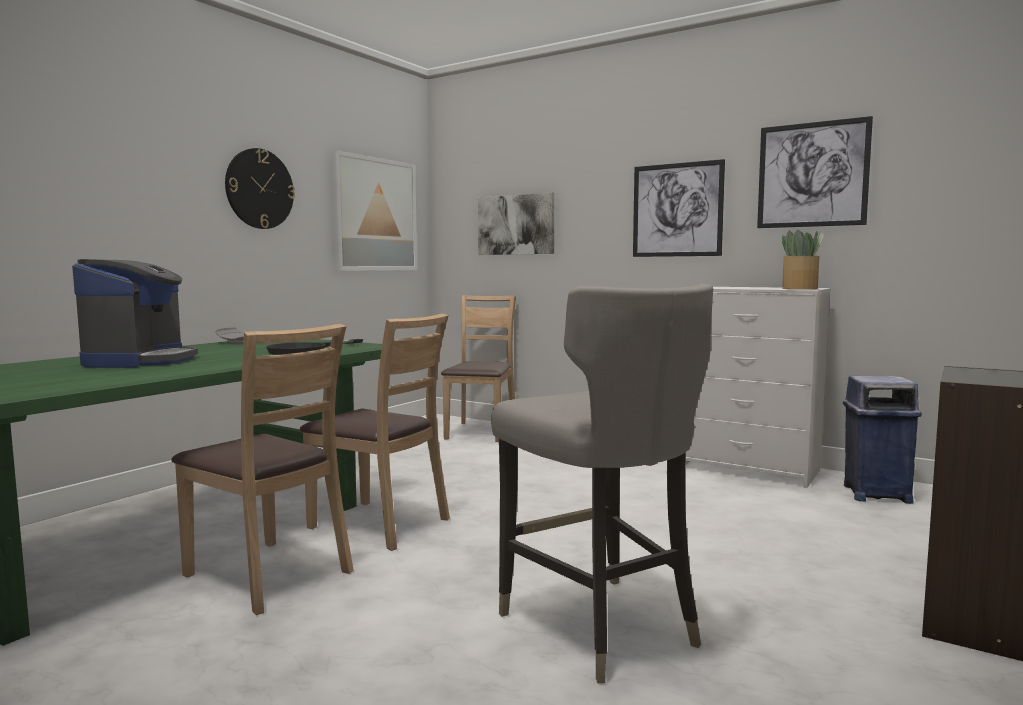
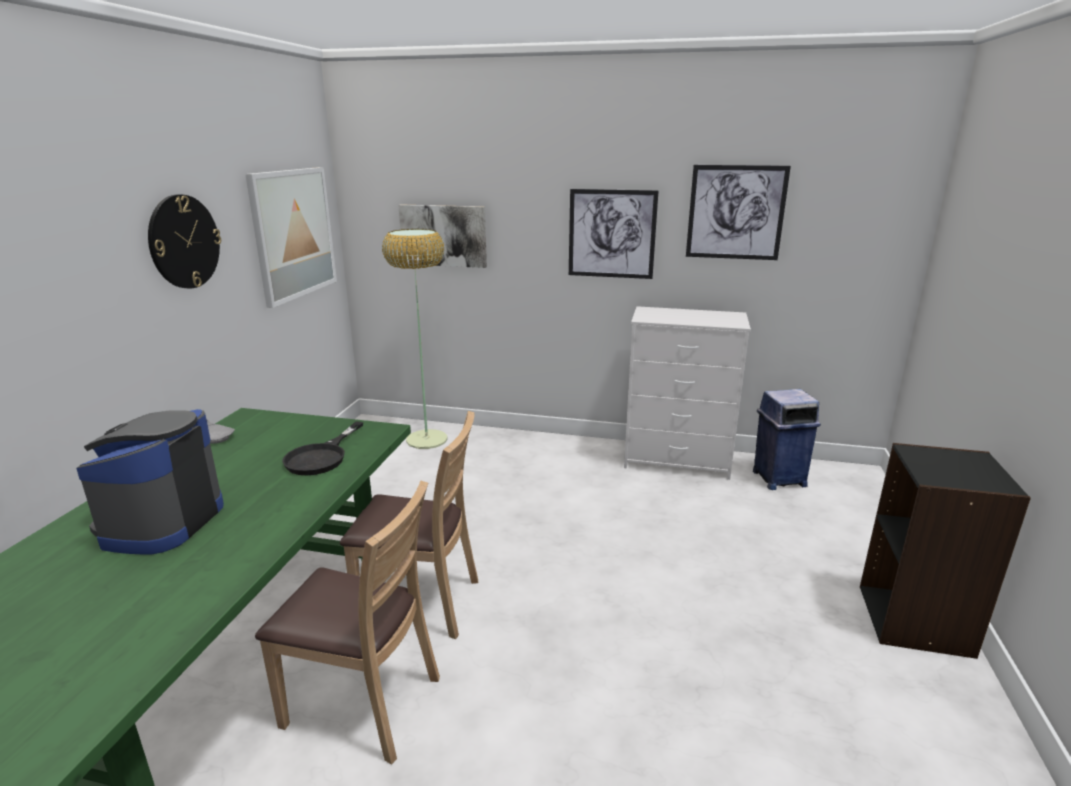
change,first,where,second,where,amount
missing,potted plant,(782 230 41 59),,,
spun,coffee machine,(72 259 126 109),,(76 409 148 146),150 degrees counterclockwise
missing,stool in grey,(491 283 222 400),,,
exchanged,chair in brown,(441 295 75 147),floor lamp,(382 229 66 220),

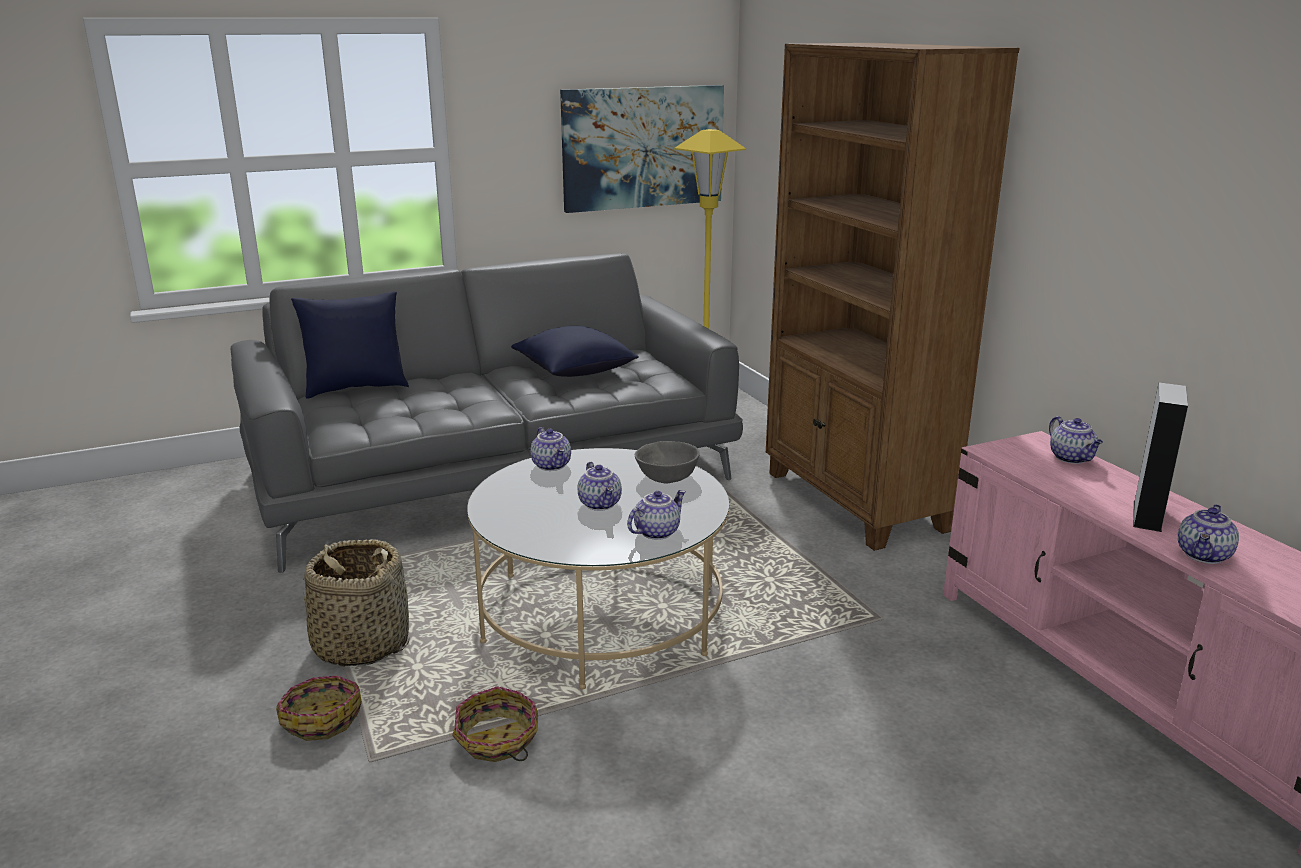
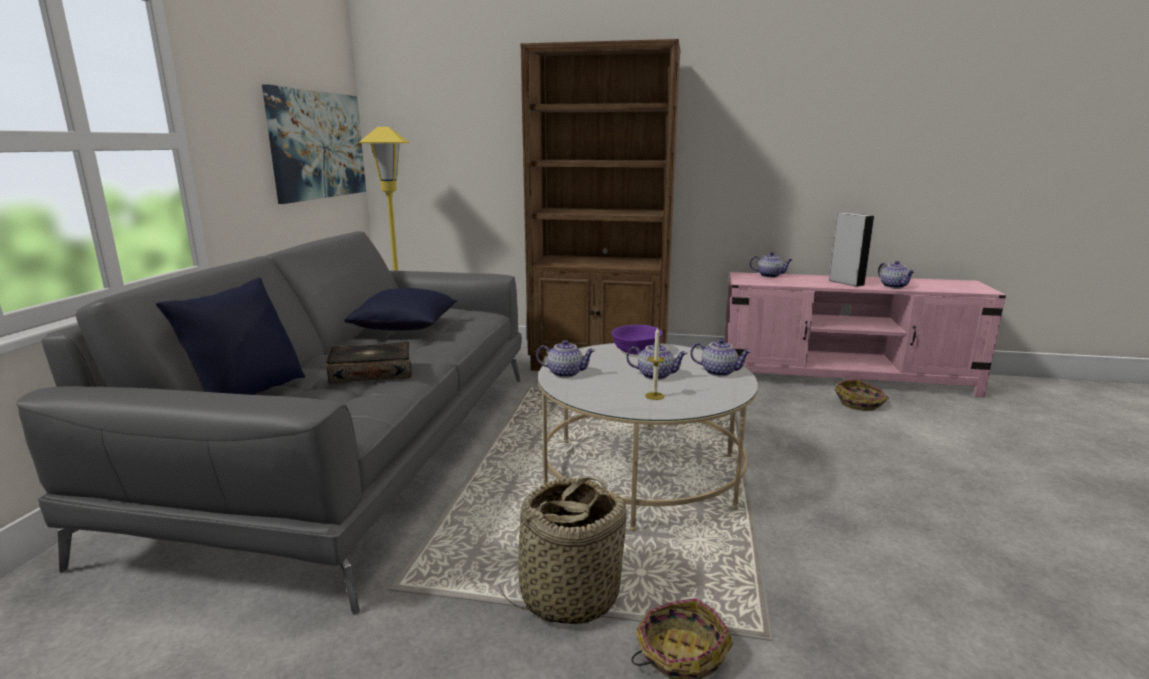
change,first,where,second,where,amount
colour,bowl in grey,(635 441 65 42),bowl in purple,(612 325 50 30),
spun,teapot,(627 490 59 50),,(690 339 62 37),120 degrees clockwise
relocated,basket,(452 686 86 76),,(834 379 55 32),
appeared,,,candle,(645 327 20 73),
appeared,,,book,(326 342 86 41),

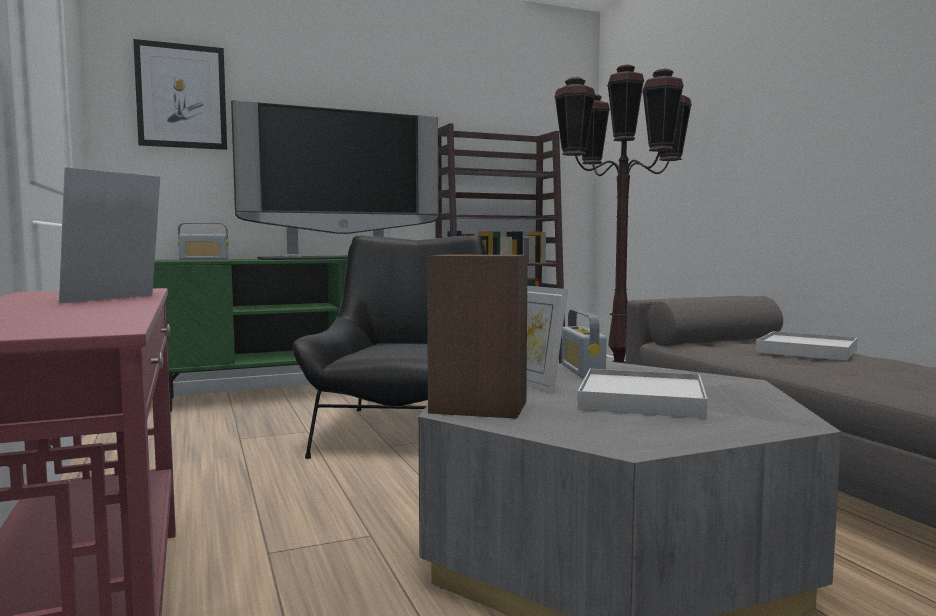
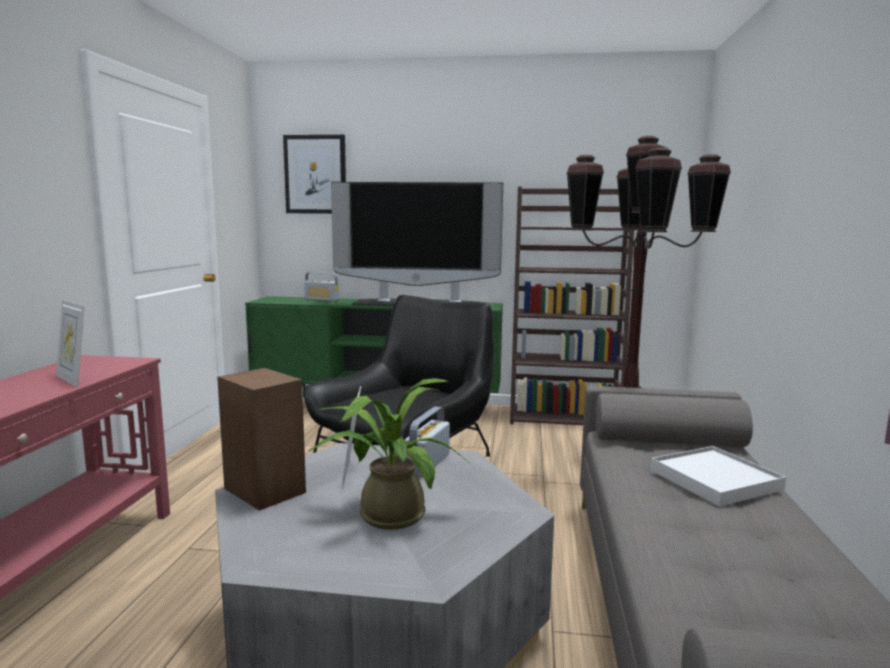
change,first,where,second,where,amount
spun,picture frame,(59 167 101 136),,(56 300 29 87),105 degrees counterclockwise
exchanged,tray in white,(577 369 130 49),potted plant,(308 378 161 152),

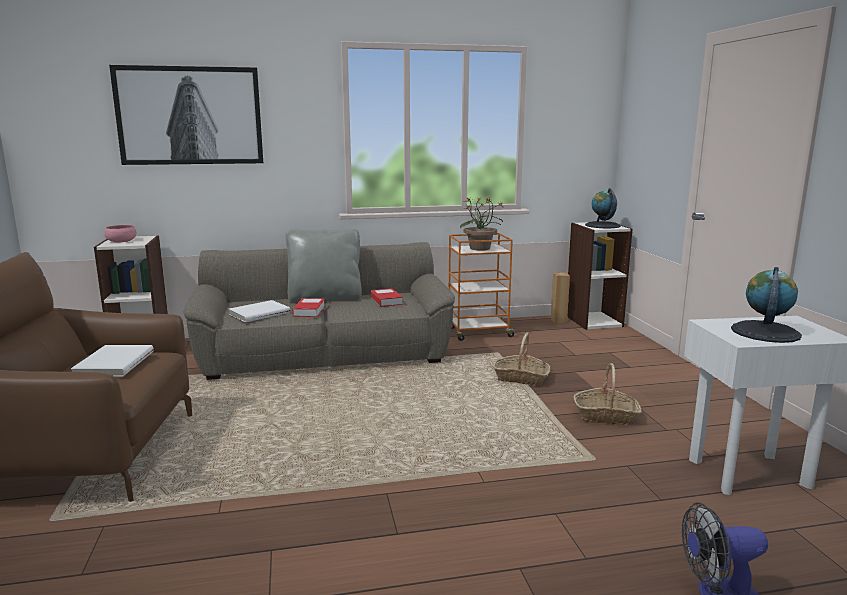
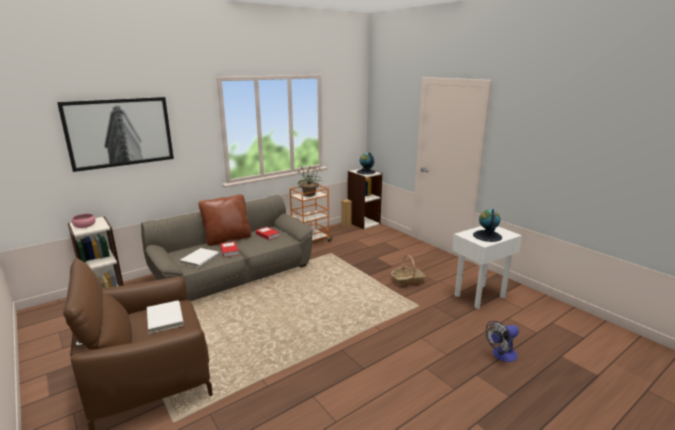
change,first,where,second,where,amount
colour,pillow in grey,(286 228 76 74),pillow in brown,(198 194 53 52),
missing,basket,(493 332 57 54),,,

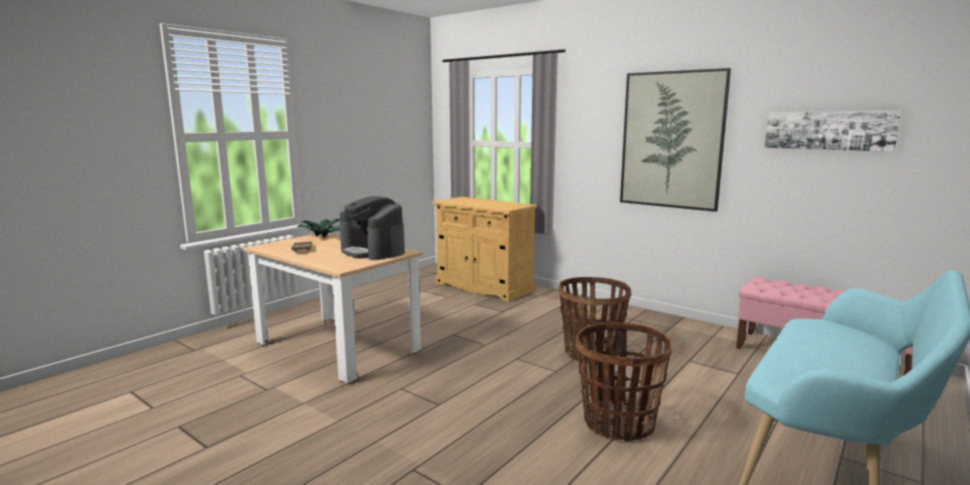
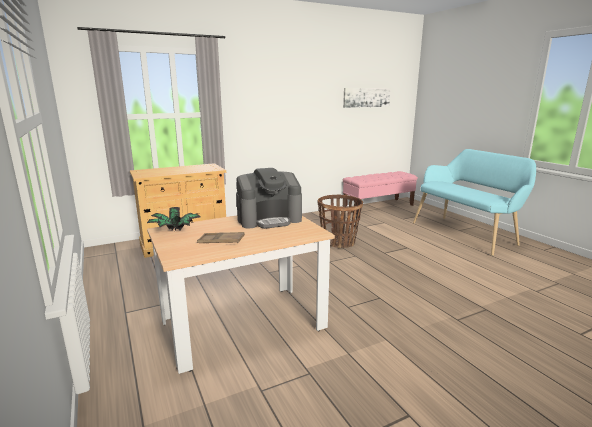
change,first,where,second,where,amount
missing,picture,(620 68 111 144),,,
missing,basket,(576 322 97 120),,,

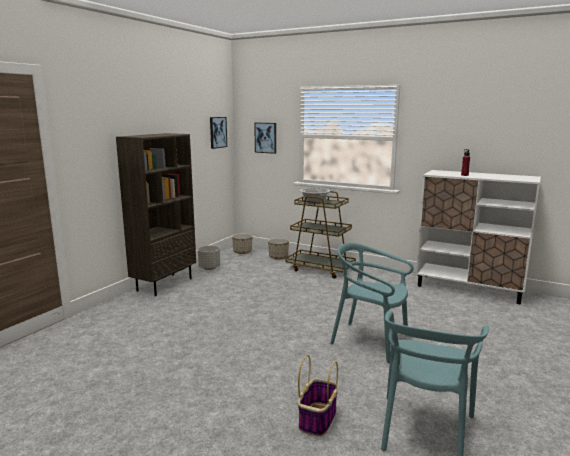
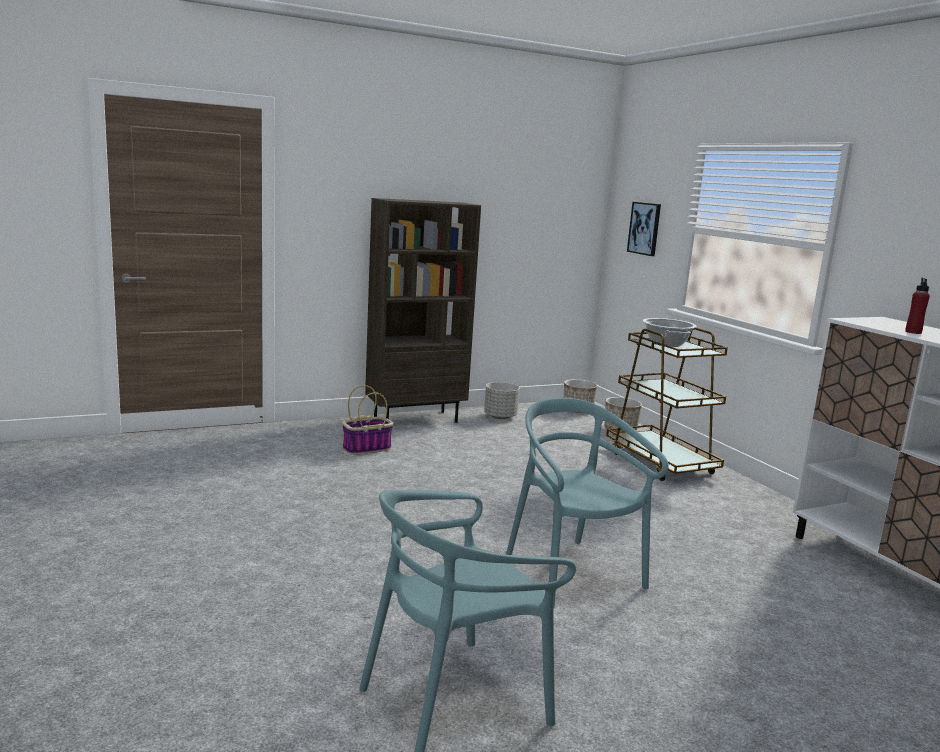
change,first,where,second,where,amount
missing,picture,(210 117 17 32),,,
relocated,basket,(298 355 40 82),,(342 385 51 70),

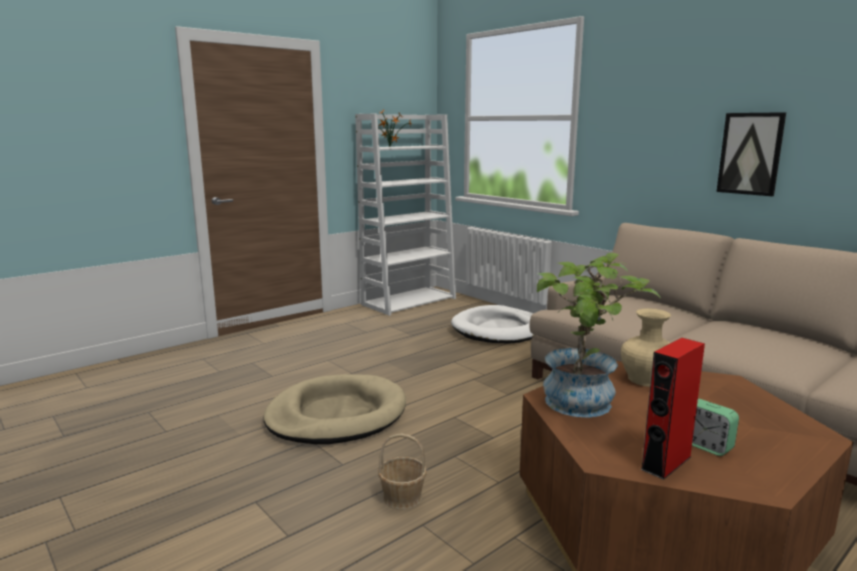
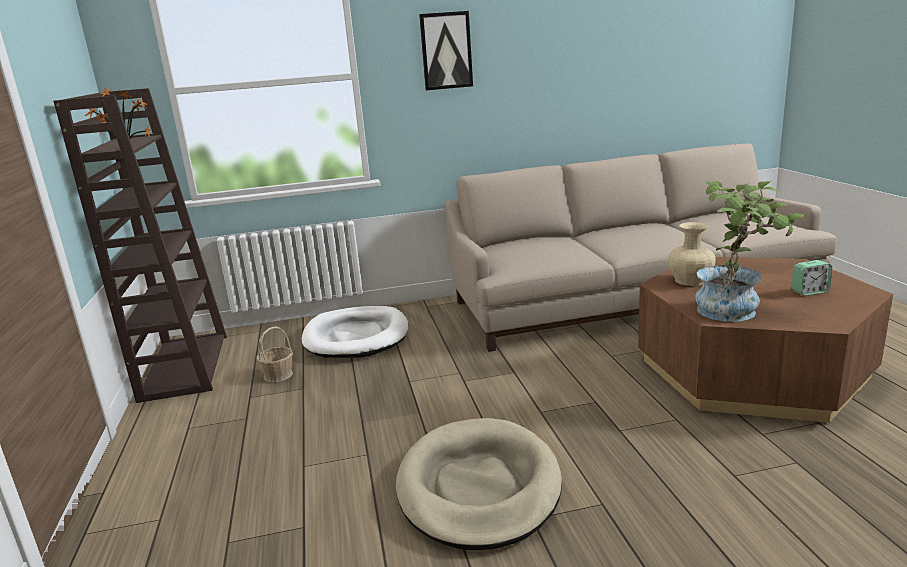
change,first,where,second,where,amount
relocated,picture,(717 112 69 84),,(419 11 54 79),
colour,bookcase in white,(355 114 101 202),bookcase in brown,(53 88 174 315),
missing,speaker in red,(640 338 65 142),,,
relocated,basket,(378 433 49 77),,(256 326 37 56),

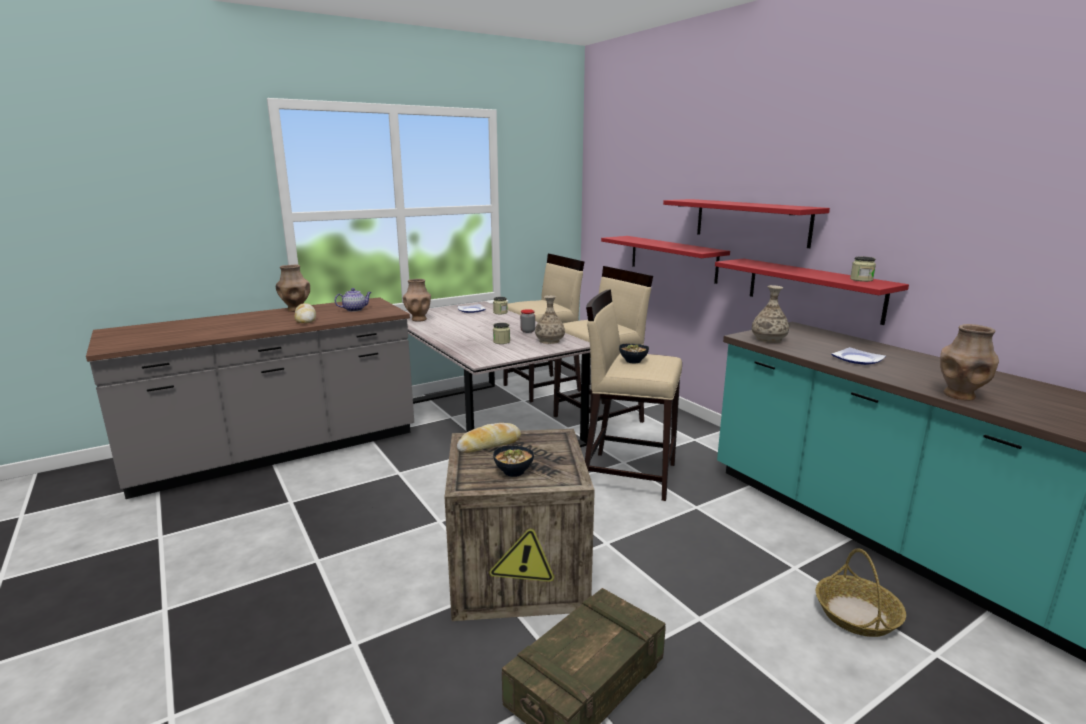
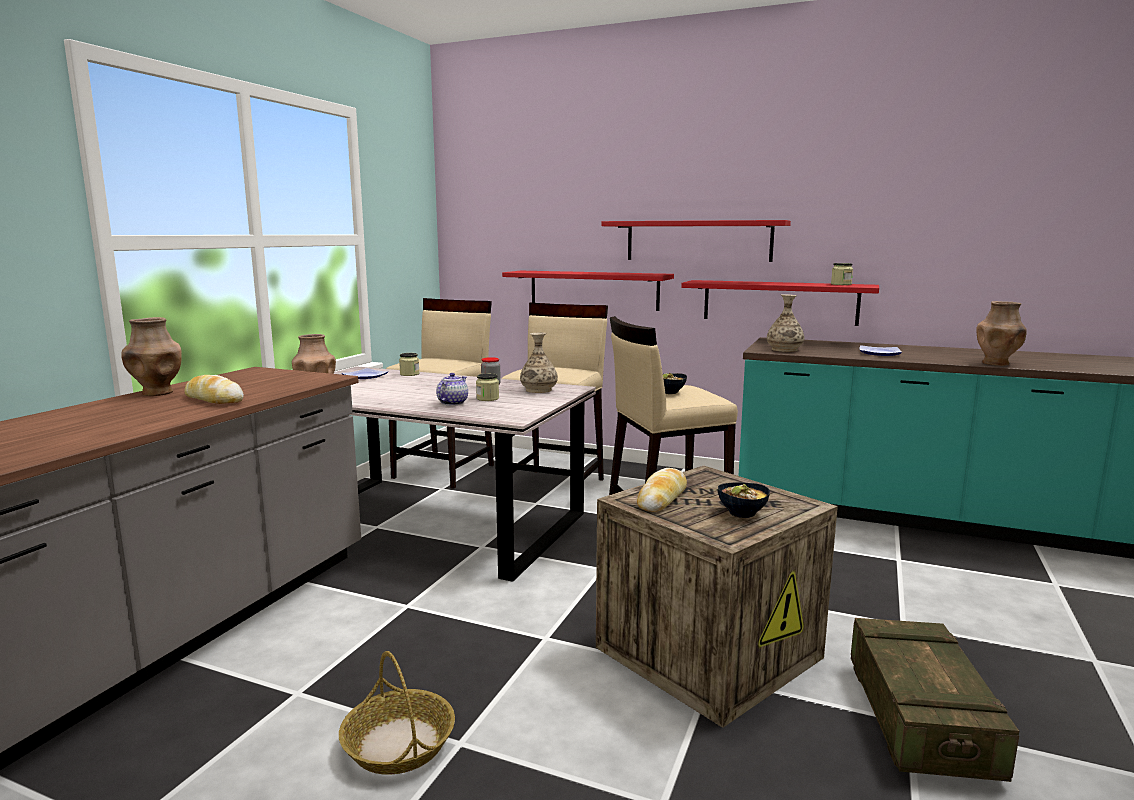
change,first,where,second,where,amount
relocated,teapot,(335 288 37 24),,(436 373 32 33),
relocated,basket,(816 548 90 89),,(339 651 116 124),

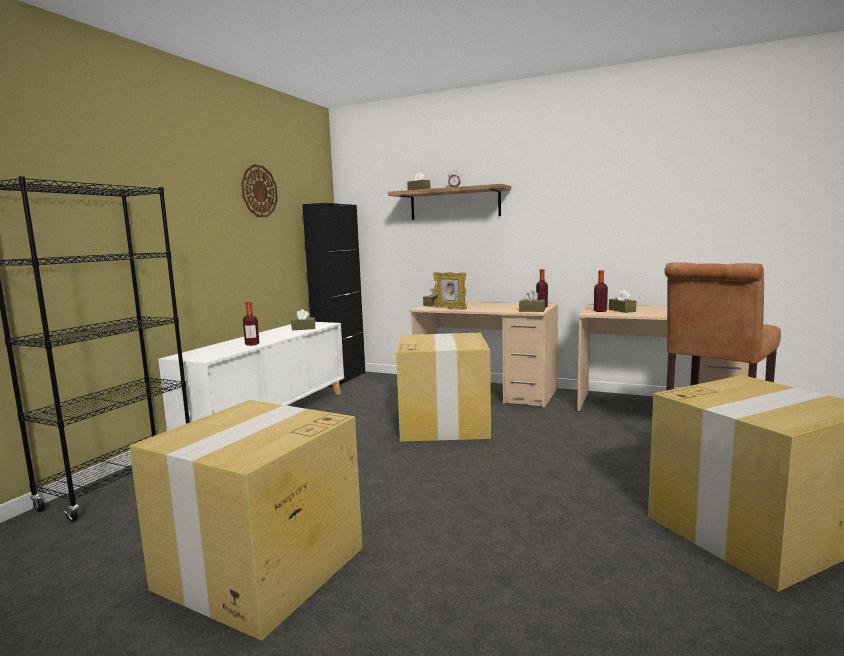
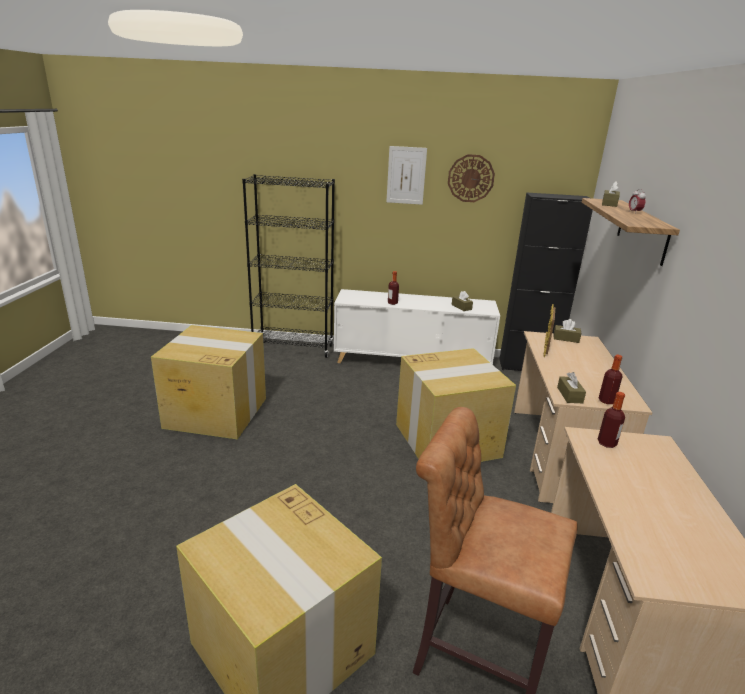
change,first,where,second,where,amount
missing,tissue box in brown,(609 289 27 24),,,
appeared,,,picture,(386 146 41 59),

